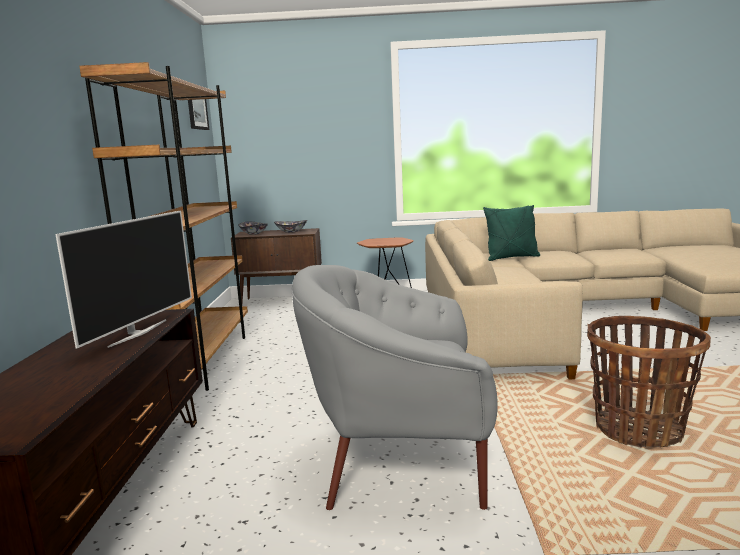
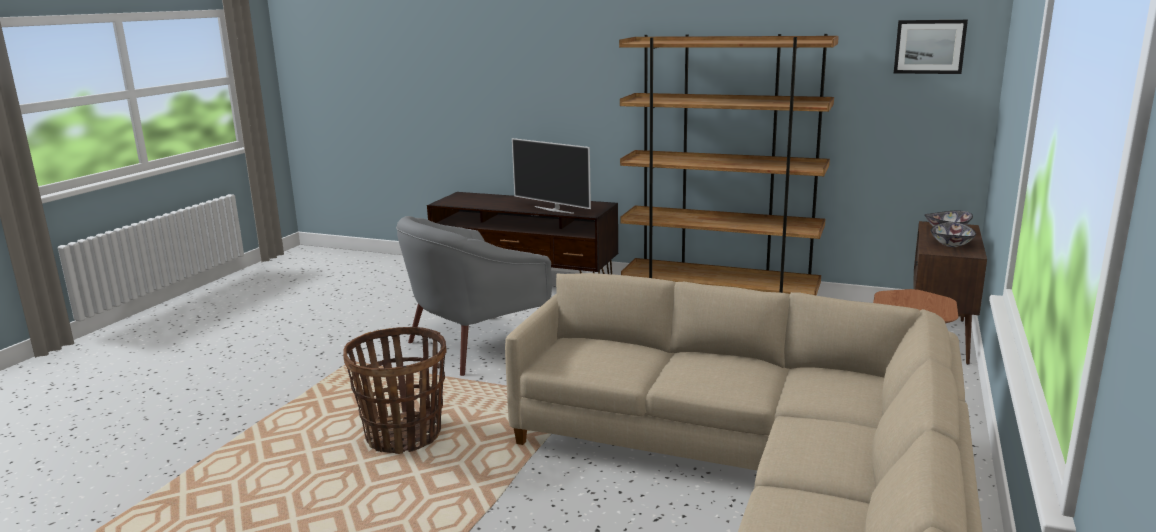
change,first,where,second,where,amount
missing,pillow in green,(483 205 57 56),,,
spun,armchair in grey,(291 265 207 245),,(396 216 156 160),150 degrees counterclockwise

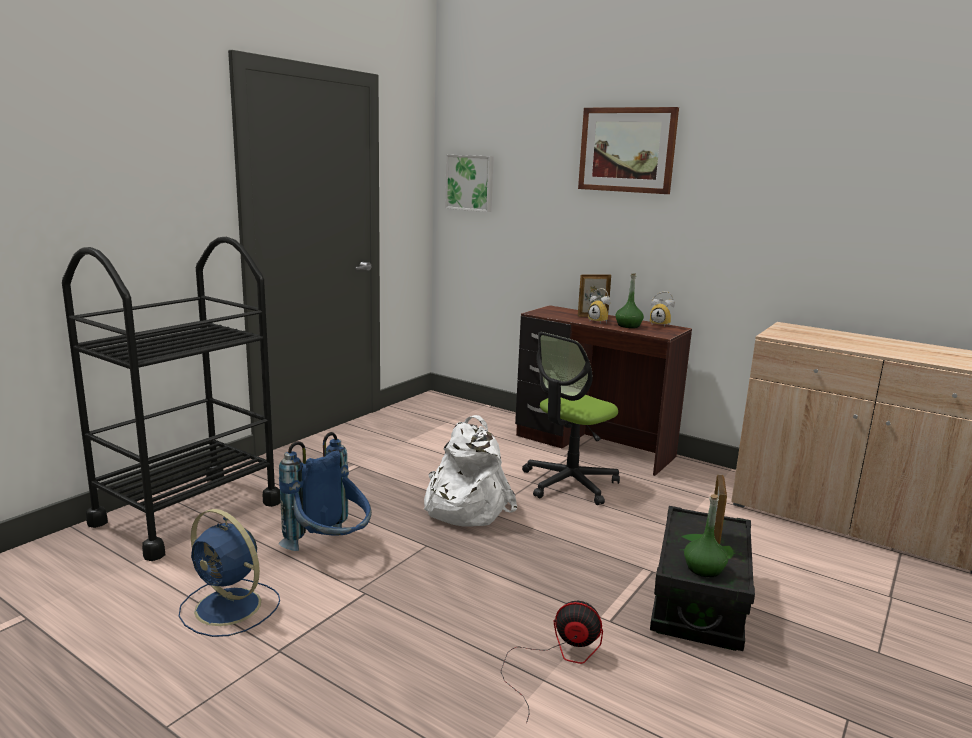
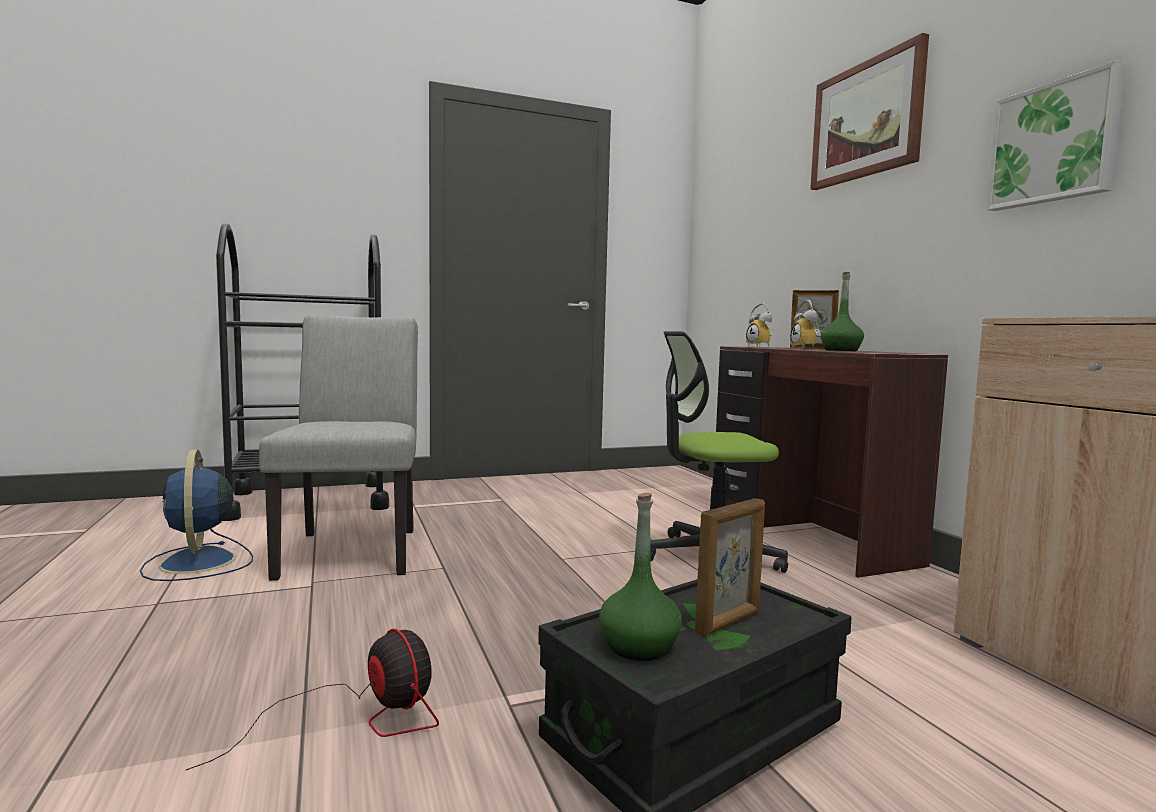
change,first,where,second,where,amount
relocated,picture,(445 155 49 57),,(986 60 140 151),
relocated,alarm clock,(650 291 25 36),,(746 303 26 44),
missing,backpack in white,(424 415 93 112),,,
exchanged,backpack in blue,(279 432 93 119),chair in grey,(259 315 159 266),

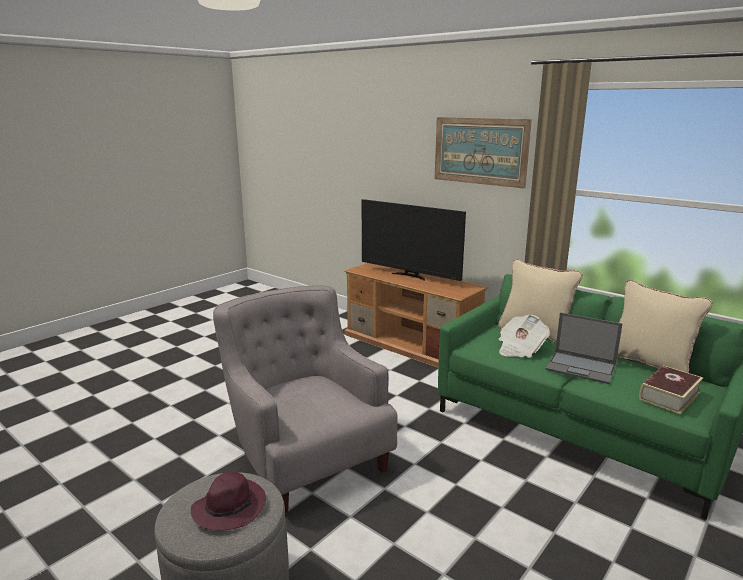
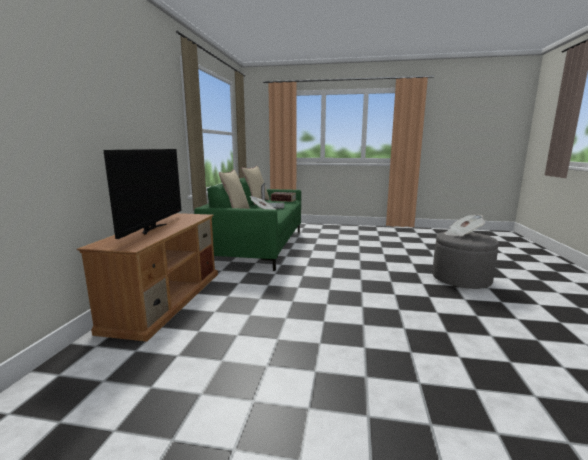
change,first,where,second,where,amount
missing,picture,(434 117 98 71),,,
missing,armchair in grey,(213 285 185 228),,,
exchanged,hat in purple,(191 471 75 60),newspaper,(444 214 41 22),

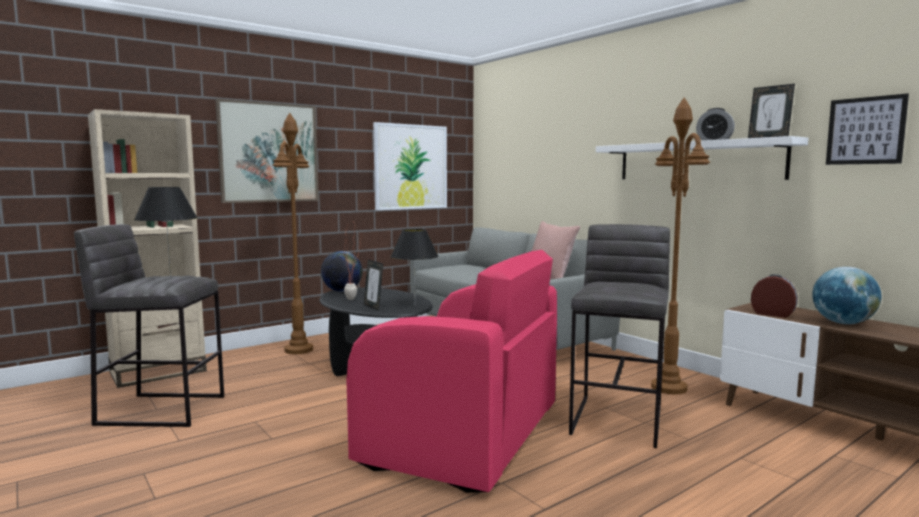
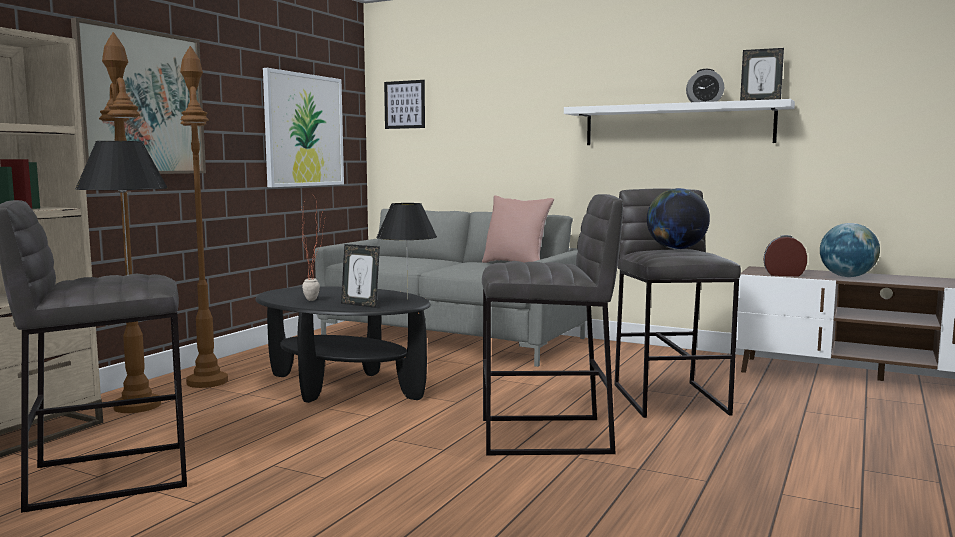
change,first,where,second,where,amount
relocated,picture,(826 93 83 72),,(384 80 41 49),
relocated,floor lamp in brown,(651 97 59 297),,(99 32 62 381),
exchanged,armchair in pink,(346 250 211 243),stool in grey,(482 194 141 261),
relocated,globe,(321 251 41 41),,(647 188 63 61),

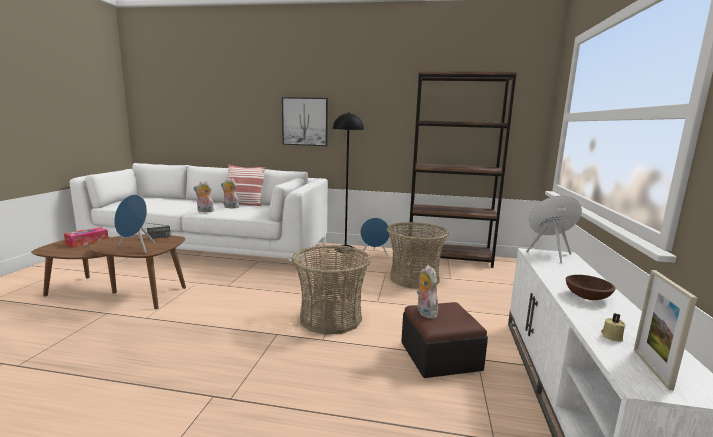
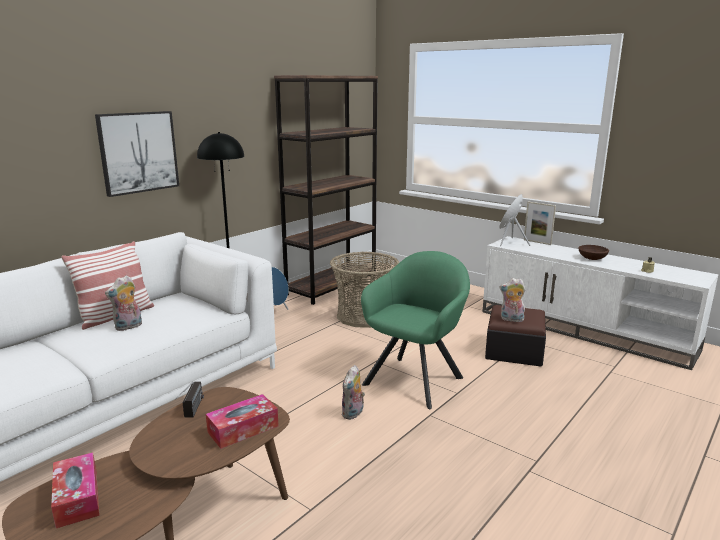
change,first,where,second,where,amount
relocated,plush toy,(193 181 21 31),,(342 365 23 55),
exchanged,speaker in blue,(114 194 41 59),tissue box,(206 394 73 55),
exchanged,basket,(292 245 79 90),armchair in green,(361 251 109 158),
relocated,picture frame,(634 270 63 120),,(524 202 32 43),

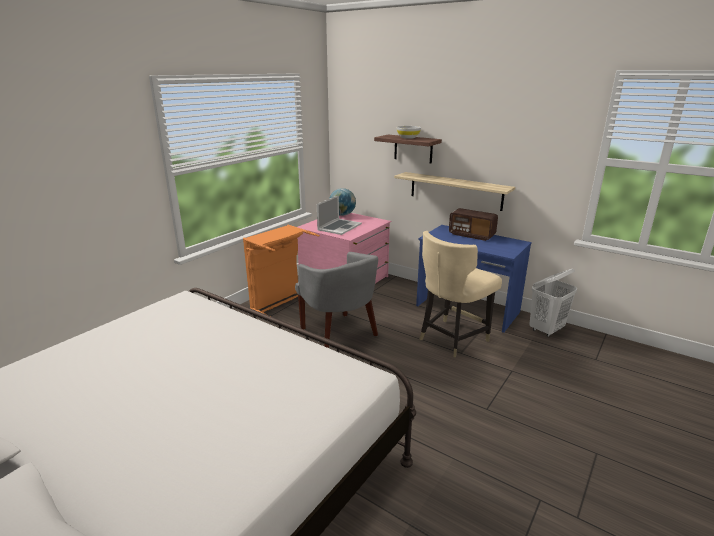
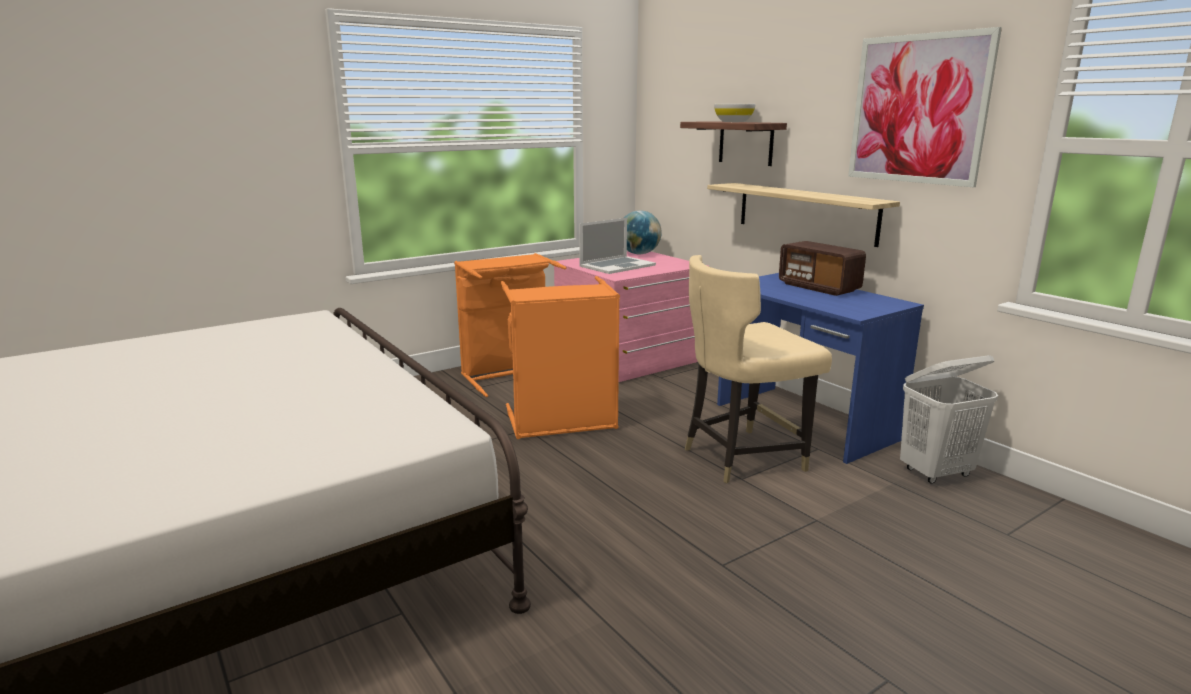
change,first,where,second,where,amount
exchanged,armchair in grey,(295 252 83 96),laundry basket in orange,(501 276 119 163),
appeared,,,picture,(848 27 154 160),

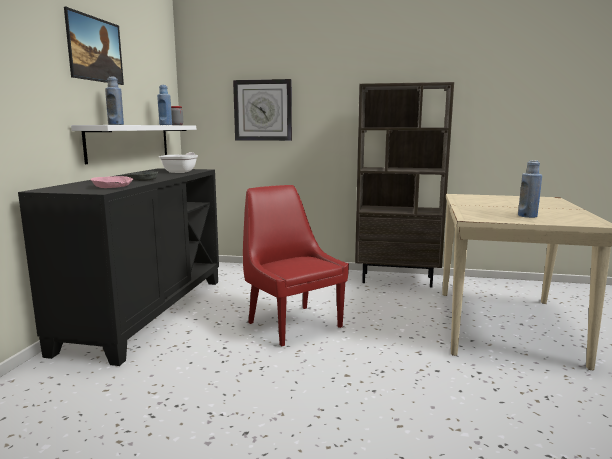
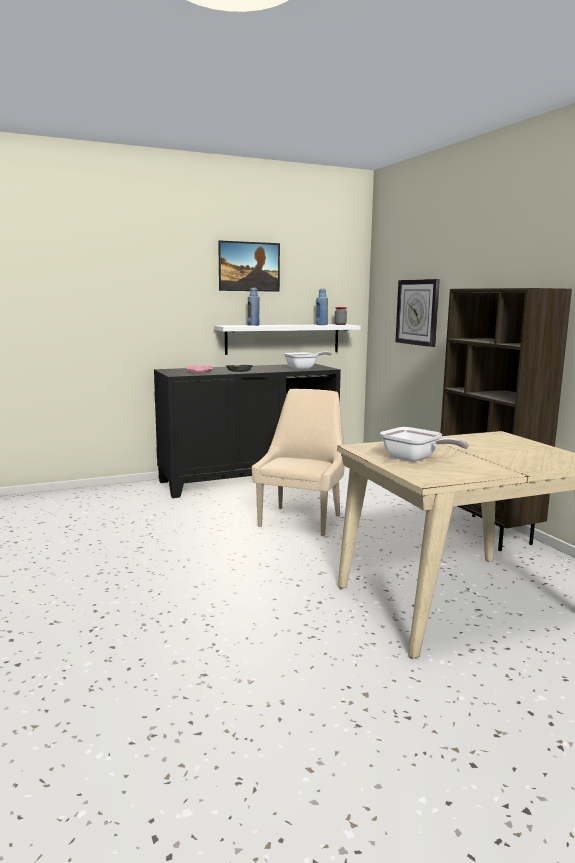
change,first,where,second,where,amount
exchanged,bottle in blue,(518 160 24 58),frying pan,(380 427 89 35),
colour,chair in red,(243 185 106 161),chair in beige,(252 389 93 147),

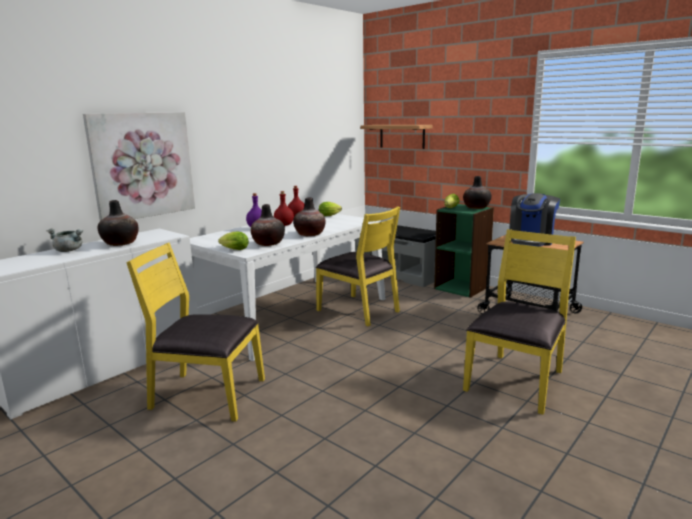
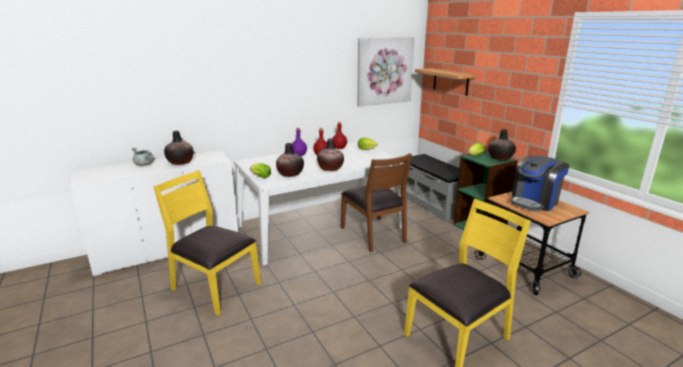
change,first,where,second,where,amount
relocated,picture,(83 112 112 109),,(357 37 58 70),
colour,chair in yellow,(316 206 84 121),chair in brown,(341 153 71 99),

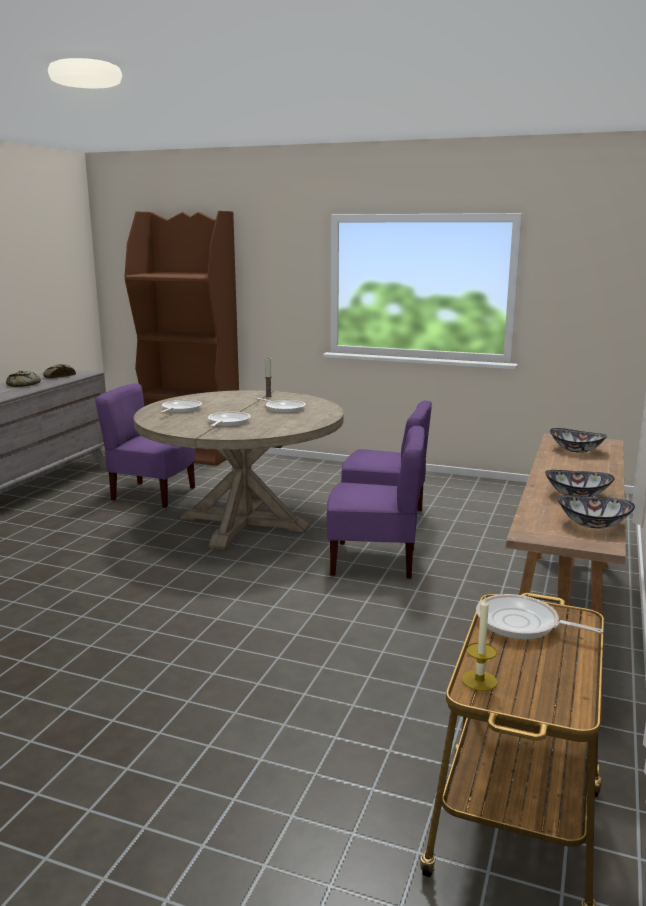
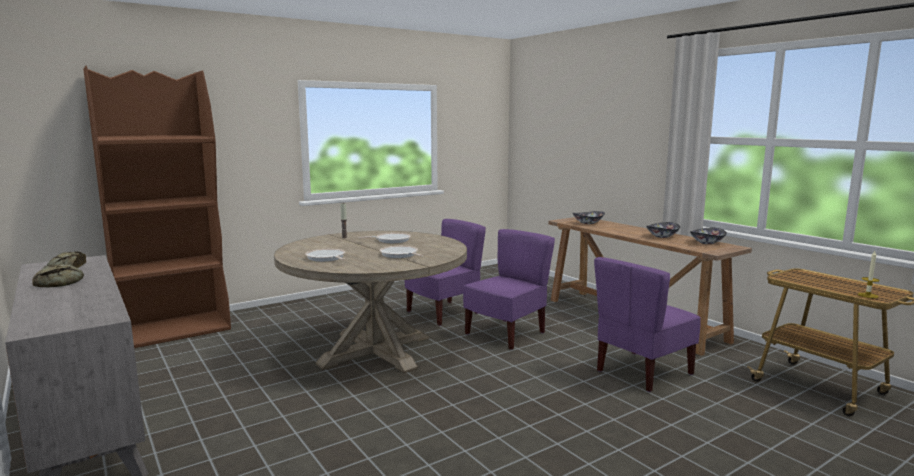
change,first,where,second,where,amount
relocated,chair in purple,(95 384 100 124),,(594 257 107 135),
missing,frying pan,(476 594 128 45),,,

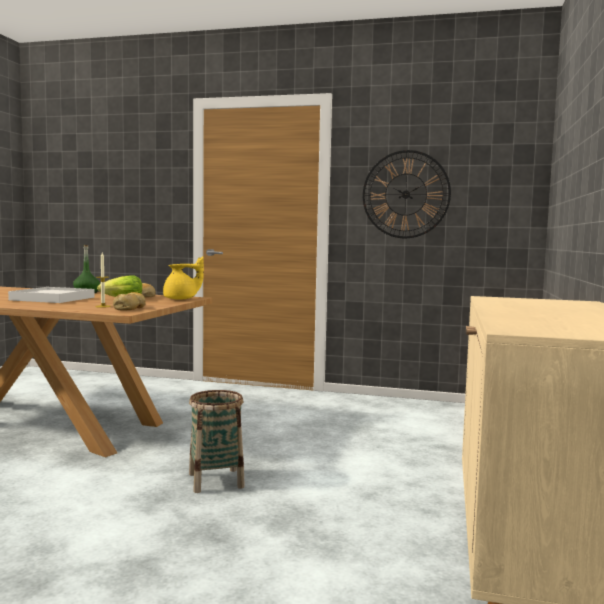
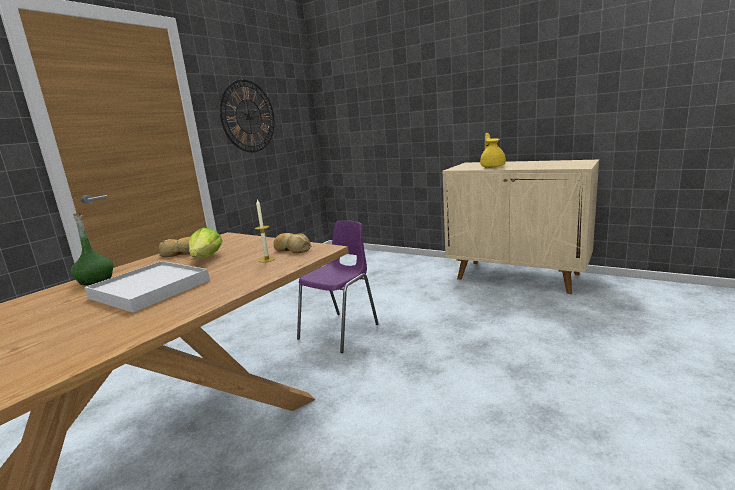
change,first,where,second,where,amount
relocated,teapot in yellow,(163 256 41 44),,(480 133 26 35),
missing,basket,(189 390 56 103),,,
appeared,,,chair in purple,(297 220 82 133),

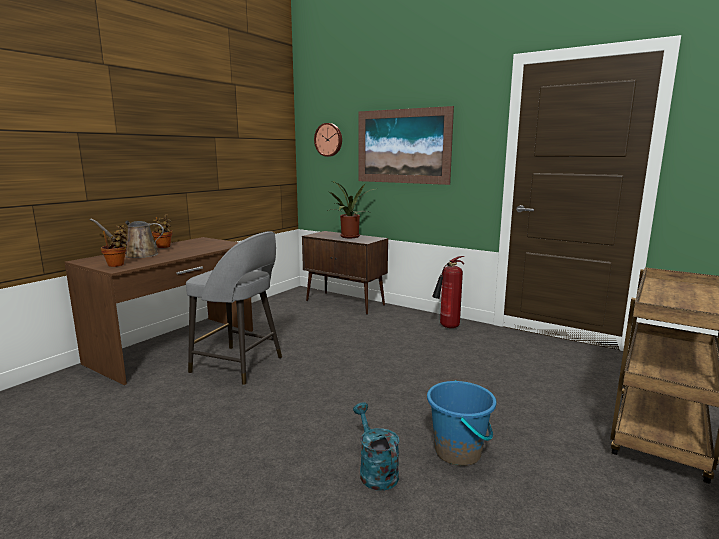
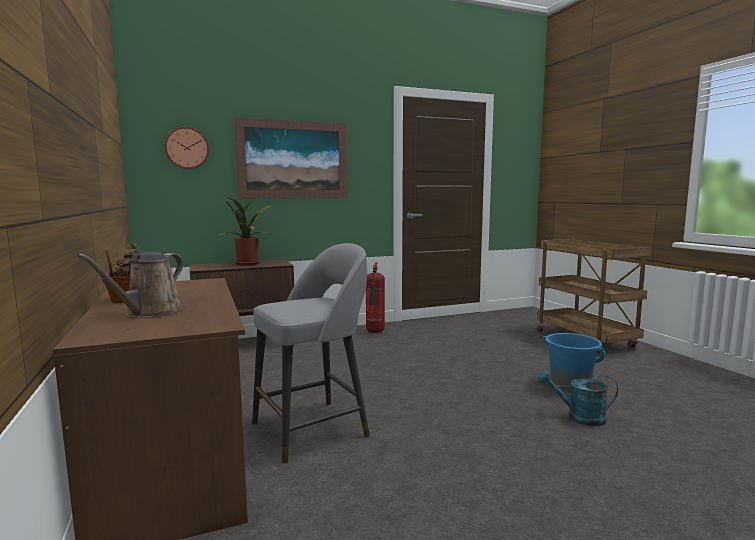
change,first,where,second,where,amount
missing,potted plant,(101 225 27 42),,,

